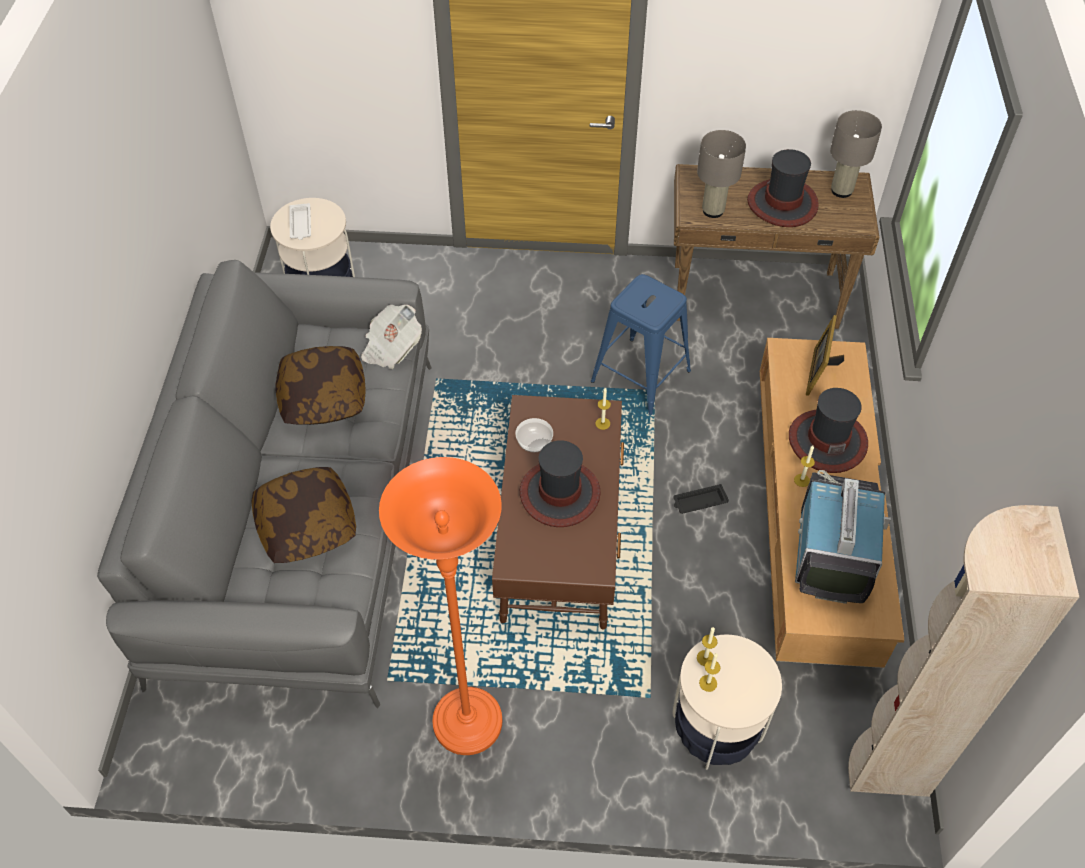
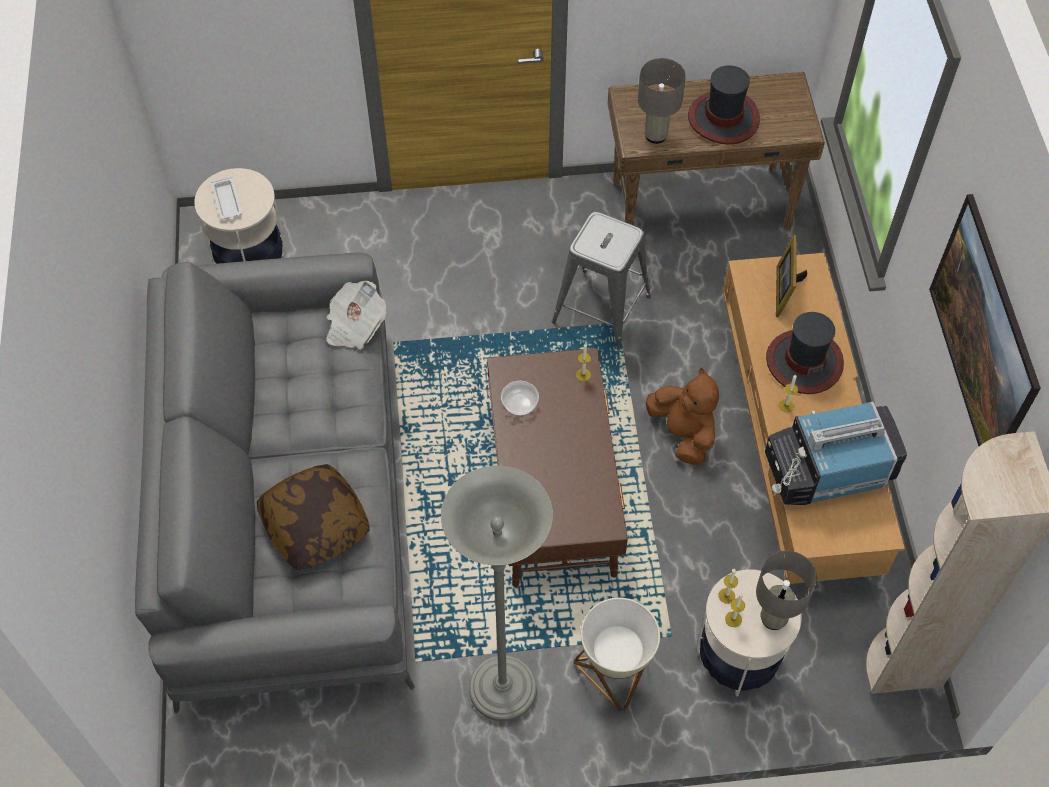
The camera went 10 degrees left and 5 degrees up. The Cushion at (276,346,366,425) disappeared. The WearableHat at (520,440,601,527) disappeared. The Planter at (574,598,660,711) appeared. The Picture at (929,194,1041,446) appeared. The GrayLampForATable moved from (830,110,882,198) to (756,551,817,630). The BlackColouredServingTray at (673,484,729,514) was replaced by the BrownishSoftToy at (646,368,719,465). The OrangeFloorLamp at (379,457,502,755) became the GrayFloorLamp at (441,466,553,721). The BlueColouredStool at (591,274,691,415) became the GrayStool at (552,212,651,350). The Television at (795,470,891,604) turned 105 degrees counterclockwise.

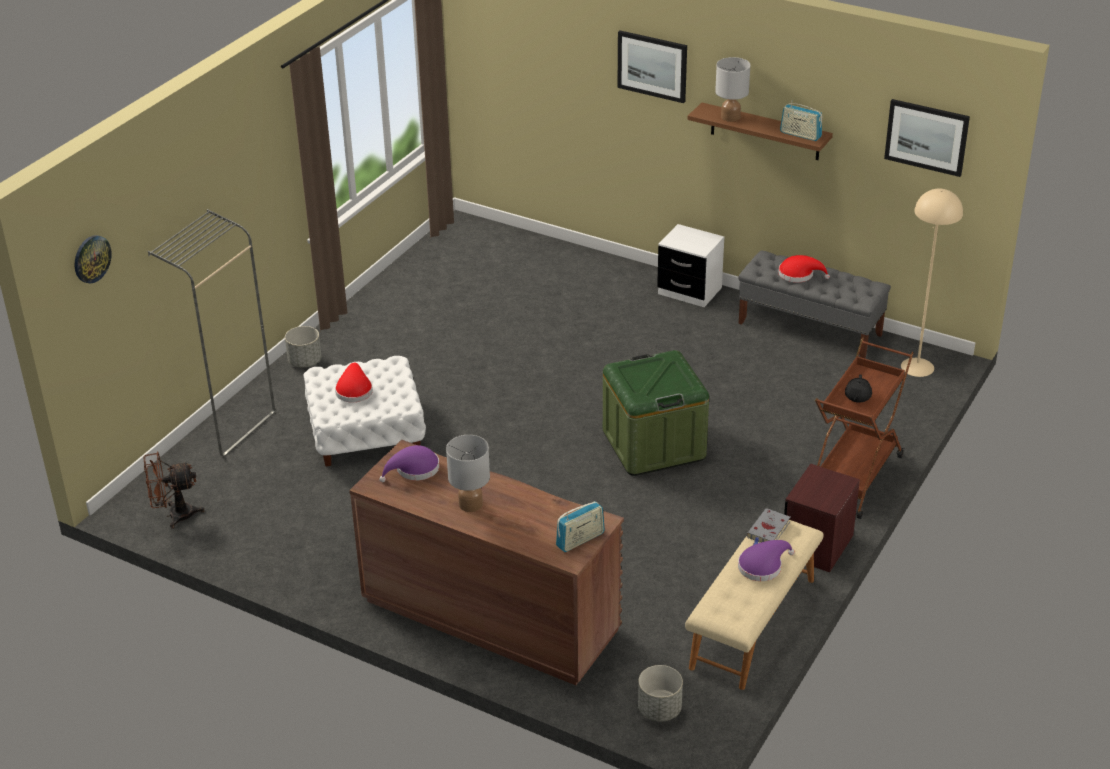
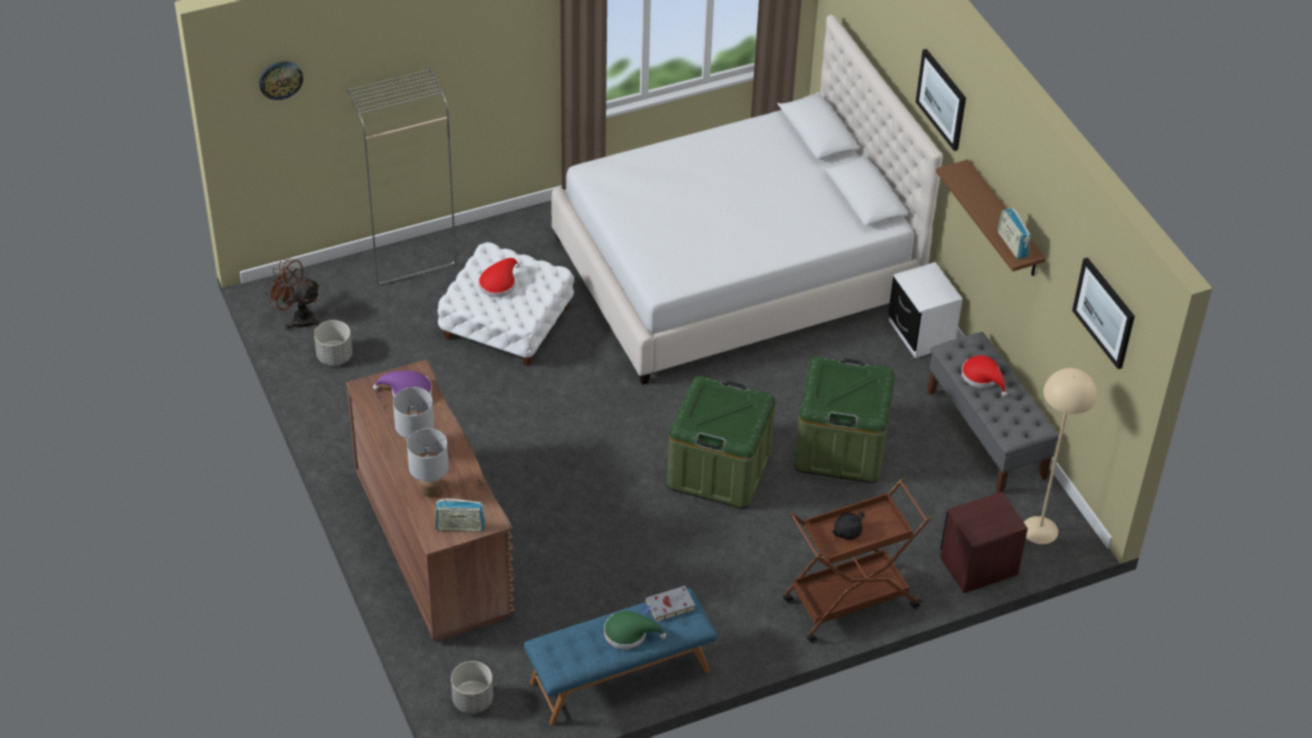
The camera went 35 degrees right and 10 degrees up. The WhitishBedroomBed at (552,15,943,385) appeared. The GreenStorageBox at (794,357,895,483) appeared. The GrayPlanter moved from (285,326,322,367) to (314,320,352,366). The GrayLampForATable moved from (715,57,750,122) to (407,428,449,497). The BrownishBedsideTable moved from (784,464,860,572) to (940,492,1028,593). The SandColouredIndoorBench at (685,520,824,690) became the BlueColouredIndoorBench at (524,588,717,726). The PurpleWearableHat at (738,540,795,581) became the GreenWearableHat at (604,611,666,649).

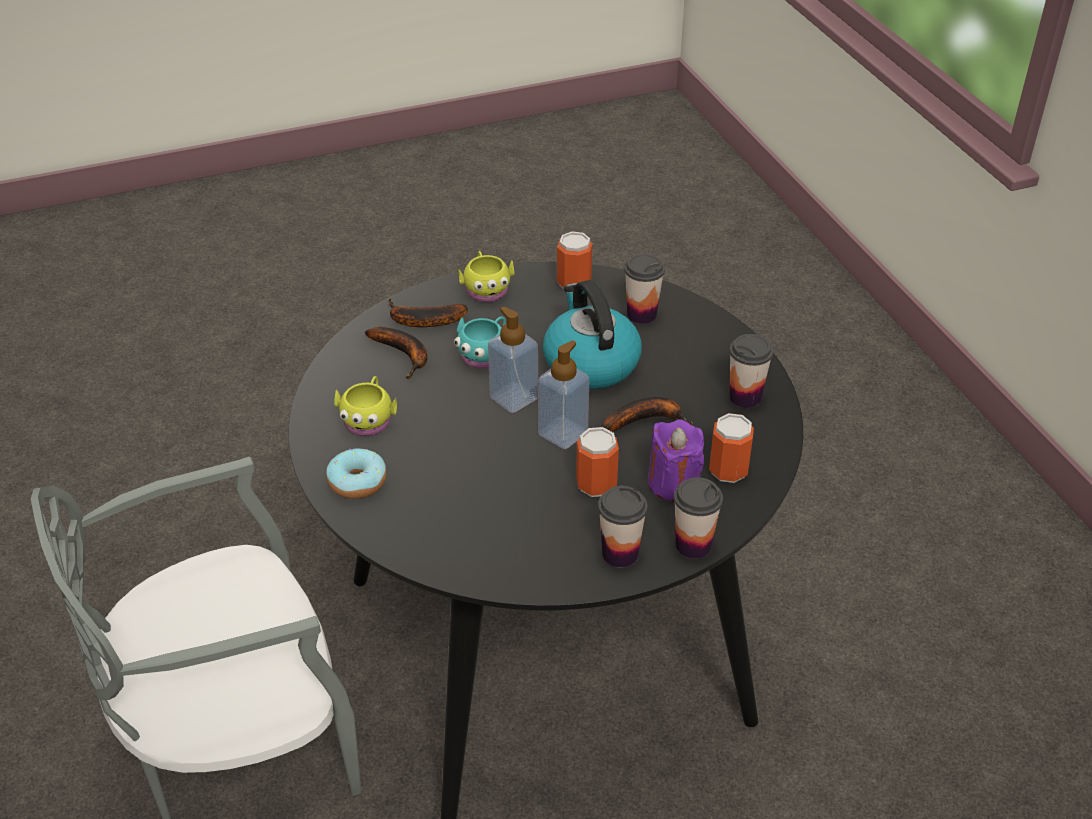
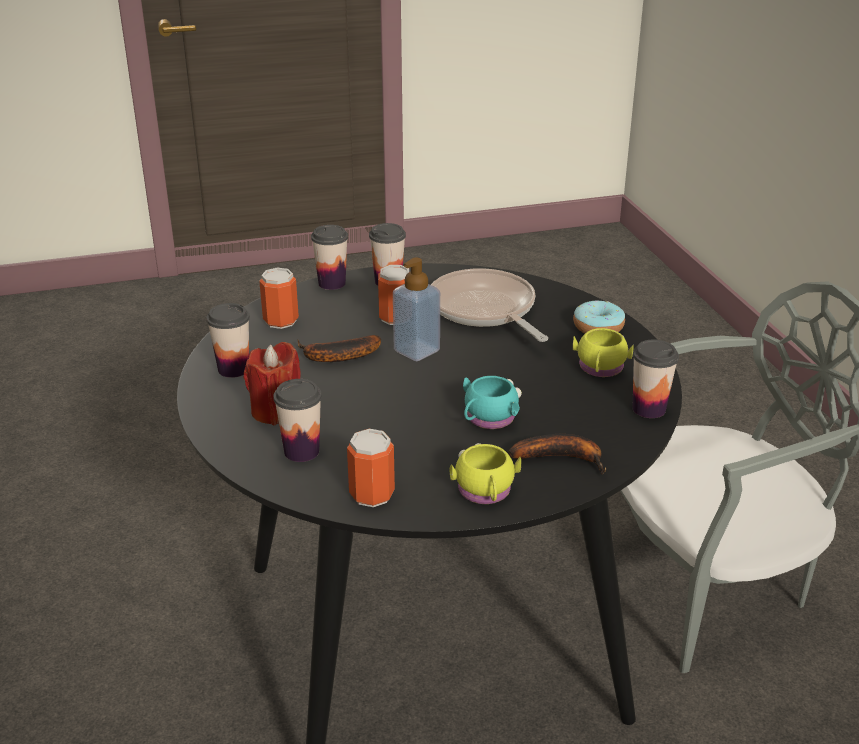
The camera went 175 degrees left and 10 degrees down. The Banana at (365,327,428,379) disappeared. The SoapBottle at (488,307,538,413) disappeared. The Kettle at (543,280,642,389) disappeared. The PurpleCandle at (648,420,704,501) disappeared. The ReddishCandle at (244,342,301,425) appeared. The Pan at (431,268,548,342) appeared. The DrinkingCup at (632,340,679,418) appeared.

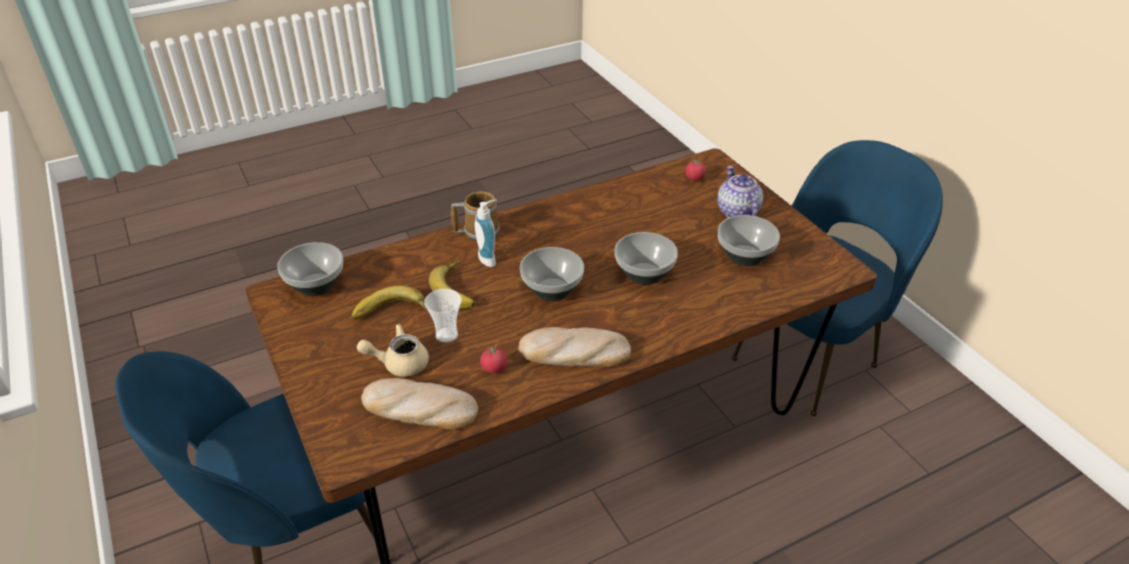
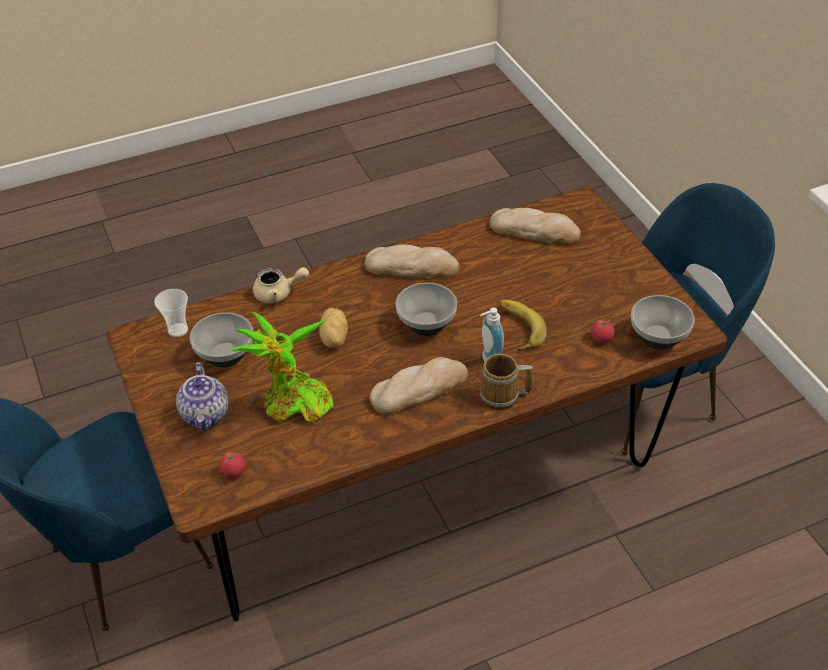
The camera went 175 degrees left and 5 degrees up. The Banana at (352,286,427,320) disappeared. The PlantInAPot at (230,312,333,422) appeared. The Bread at (369,357,468,414) appeared. The SandColouredTeapot moved from (357,324,429,377) to (253,267,309,303). The DrinkingCup moved from (424,289,462,343) to (154,289,188,337). The WholeTomato moved from (480,344,507,373) to (591,319,615,343). The Bowl at (615,232,678,285) was replaced by the Spud at (319,308,348,348).

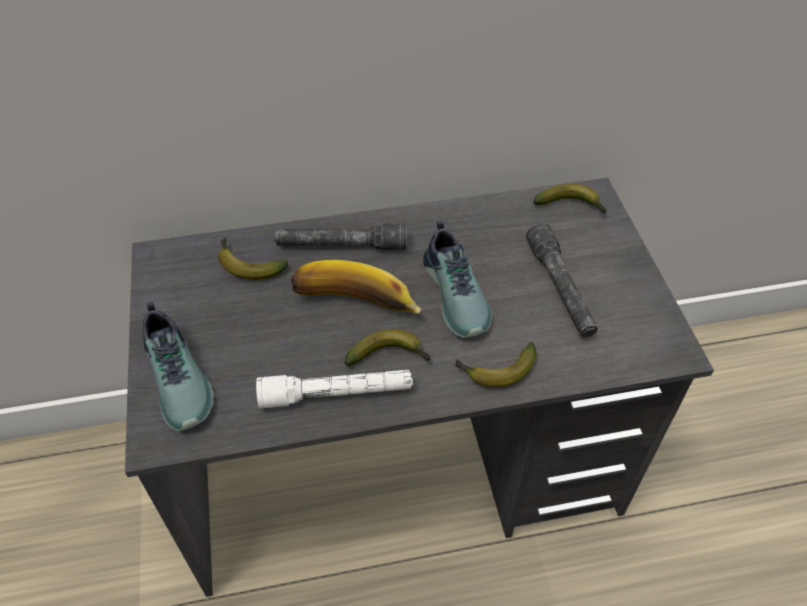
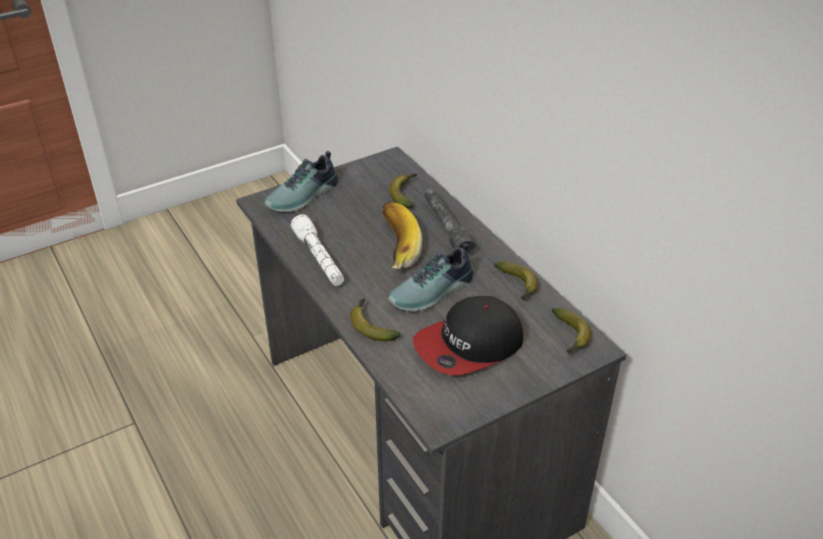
The camera went 70 degrees right and 10 degrees down. The Banana moved from (345,329,431,367) to (494,261,538,301). The GrayTorch at (526,223,598,338) was replaced by the Cap at (413,296,523,375).

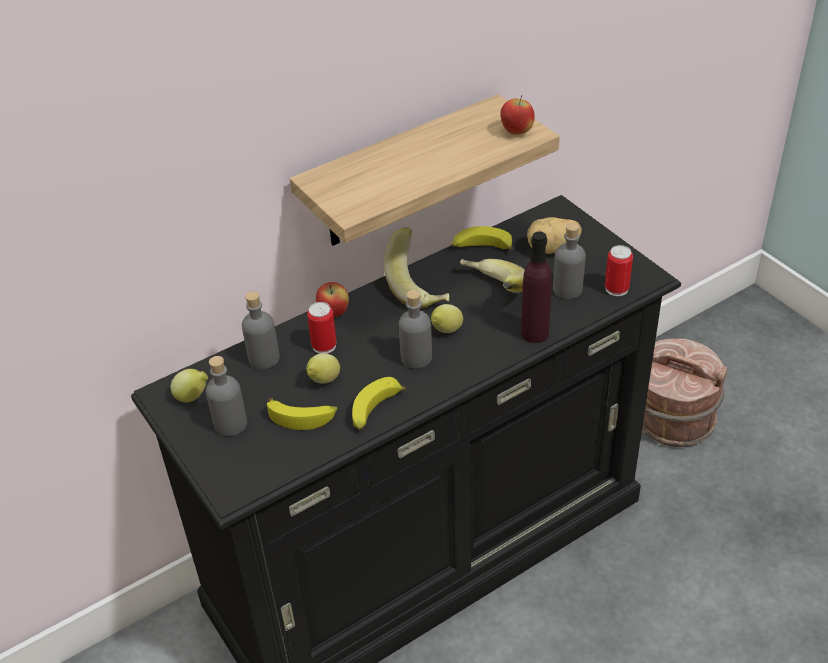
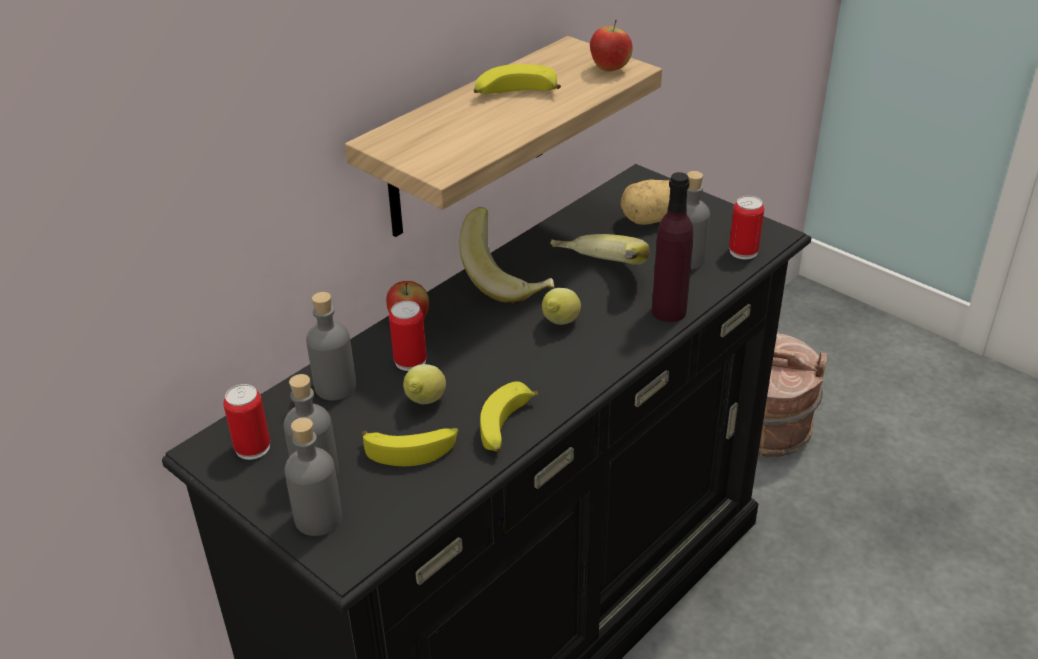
The camera went 15 degrees left and 5 degrees down. The GrayBeverageBottle moved from (399,290,432,369) to (285,417,342,536). The Banana moved from (451,226,513,250) to (474,64,561,94). The CitrusFruit at (171,369,208,402) was replaced by the SealedCan at (223,384,270,460).

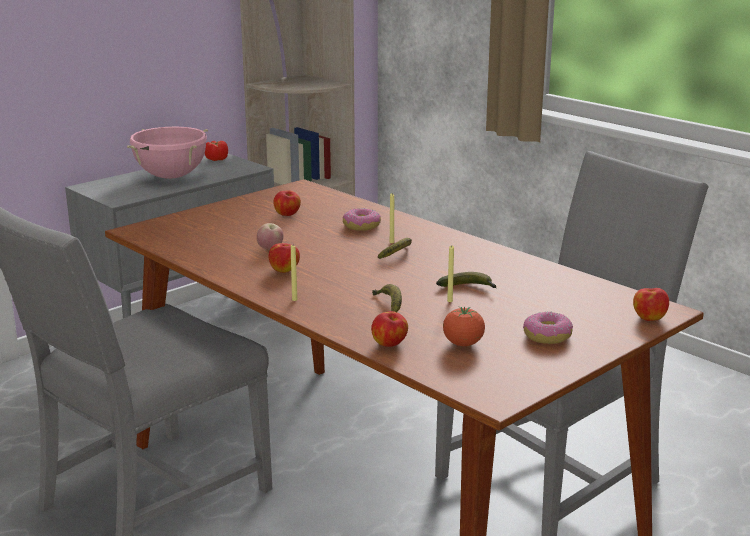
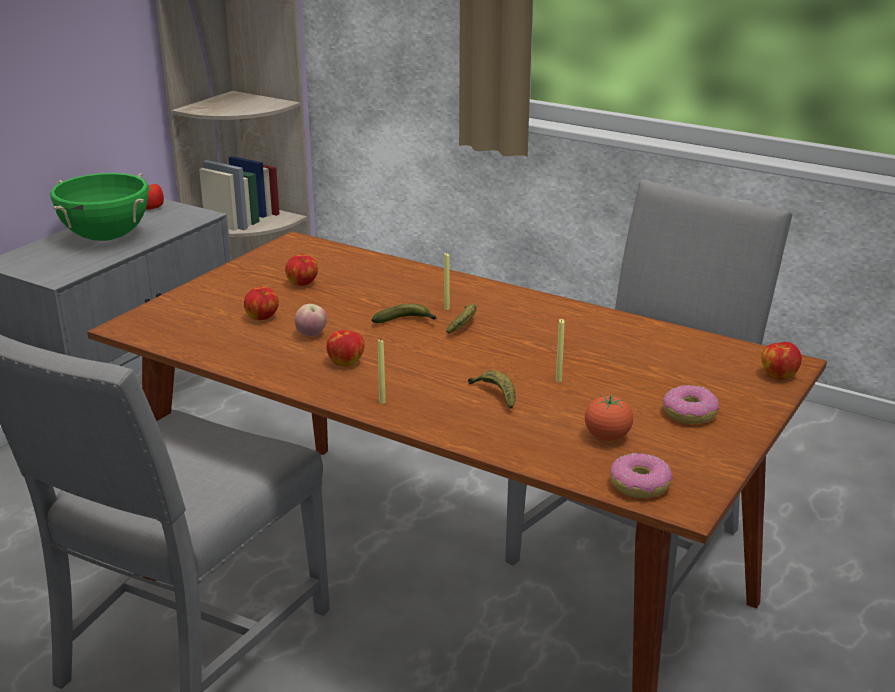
The camera went 15 degrees left and 5 degrees up. The RingDoughnut moved from (342,208,381,231) to (610,453,673,498). The Apple moved from (371,311,408,347) to (244,286,279,320). The Banana moved from (436,272,496,288) to (372,303,437,323). The PinkSaucepot at (127,127,208,179) became the GreenSaucepot at (50,173,149,241).

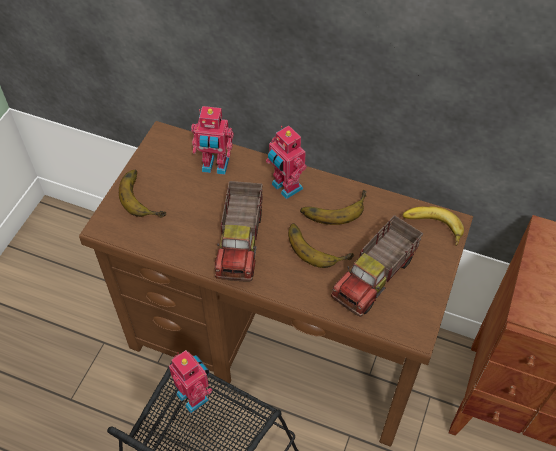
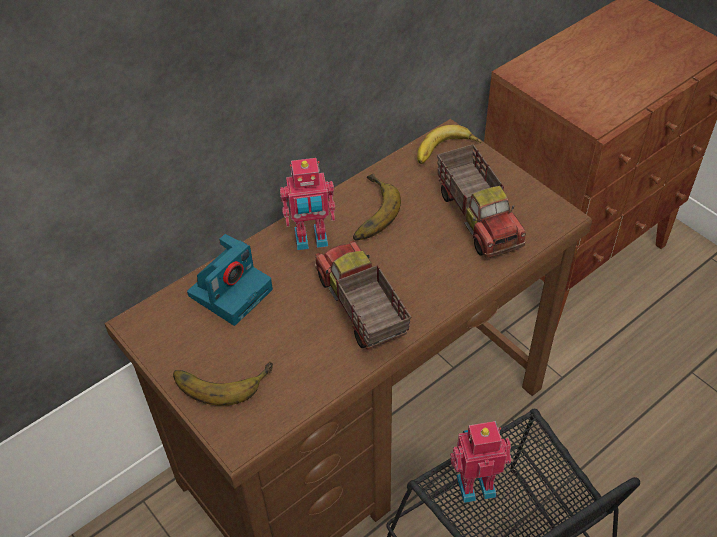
The camera went 60 degrees left and 5 degrees down. The Banana at (288,223,354,268) disappeared. The RobotFigure at (191,106,234,175) was replaced by the StillCamera at (187,234,273,326). The ToyLorry at (215,181,262,281) turned 150 degrees counterclockwise.

